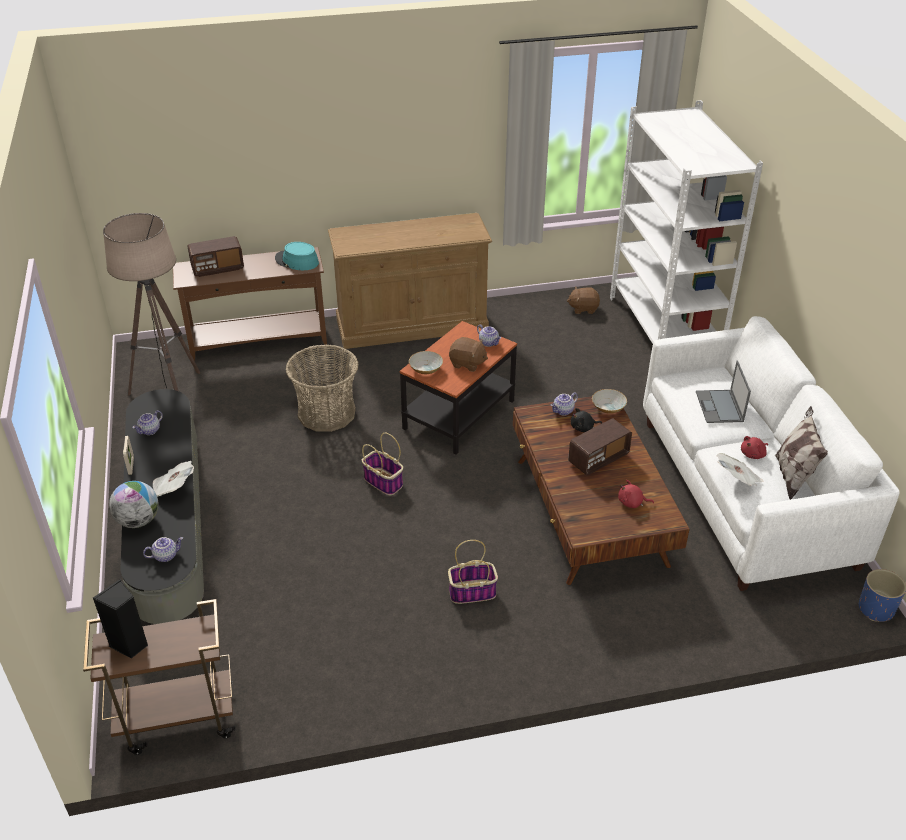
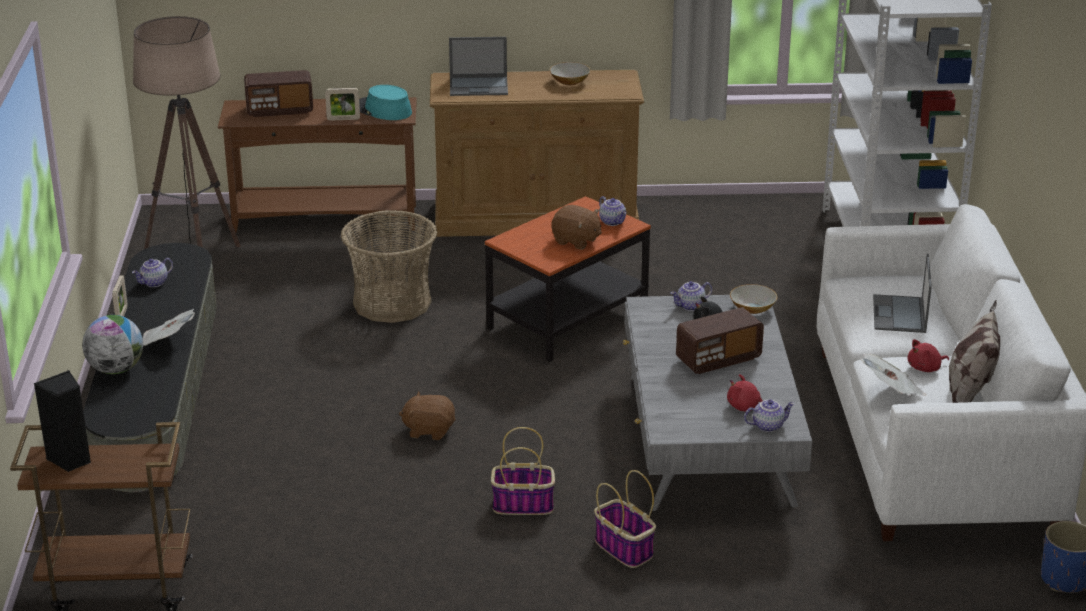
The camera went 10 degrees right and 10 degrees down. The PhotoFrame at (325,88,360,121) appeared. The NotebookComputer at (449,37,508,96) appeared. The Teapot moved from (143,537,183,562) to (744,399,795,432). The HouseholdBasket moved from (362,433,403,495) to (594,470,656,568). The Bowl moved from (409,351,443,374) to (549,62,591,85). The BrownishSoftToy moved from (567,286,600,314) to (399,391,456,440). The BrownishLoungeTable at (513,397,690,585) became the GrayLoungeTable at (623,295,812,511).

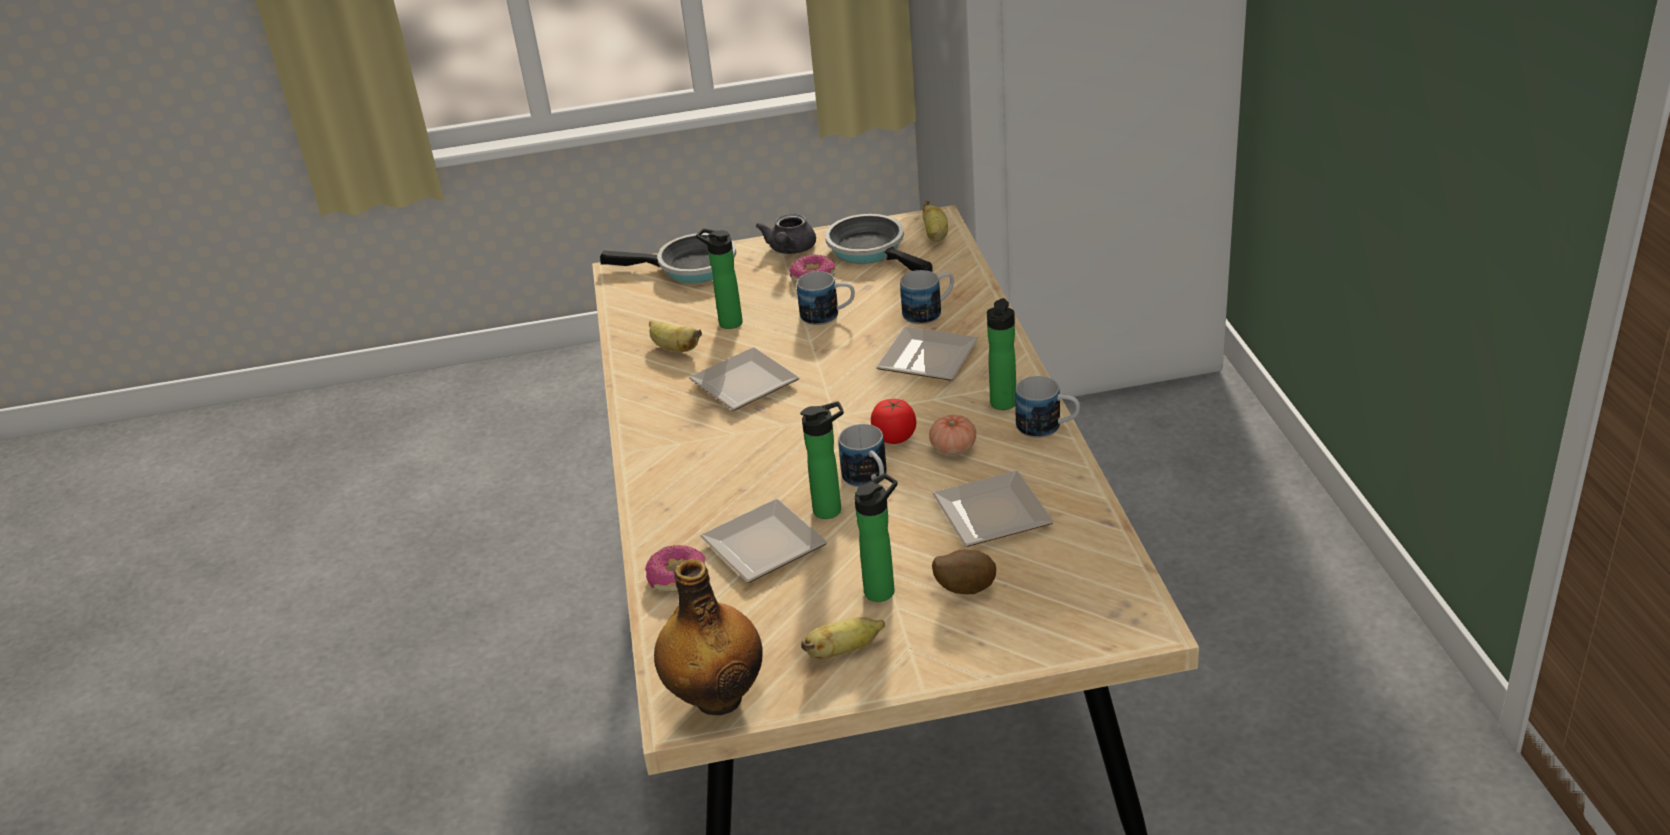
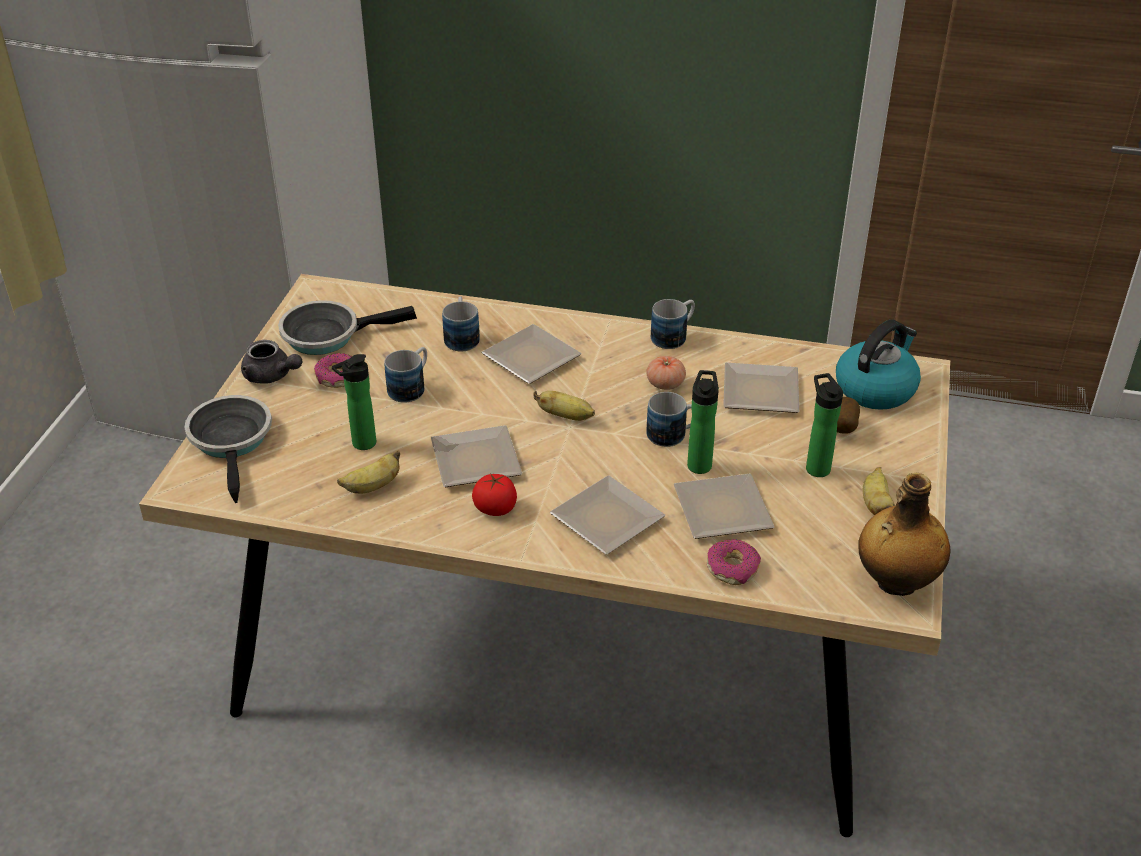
The camera went 70 degrees left and 5 degrees up. The BeverageBottle at (987,298,1016,410) disappeared. The FlatDish at (550,475,665,555) appeared. The Kettle at (836,320,921,410) appeared. The WholeTomato moved from (871,399,916,444) to (472,473,517,516). The Banana moved from (923,200,948,242) to (534,391,595,421). The Pan at (600,233,736,283) turned 45 degrees counterclockwise.

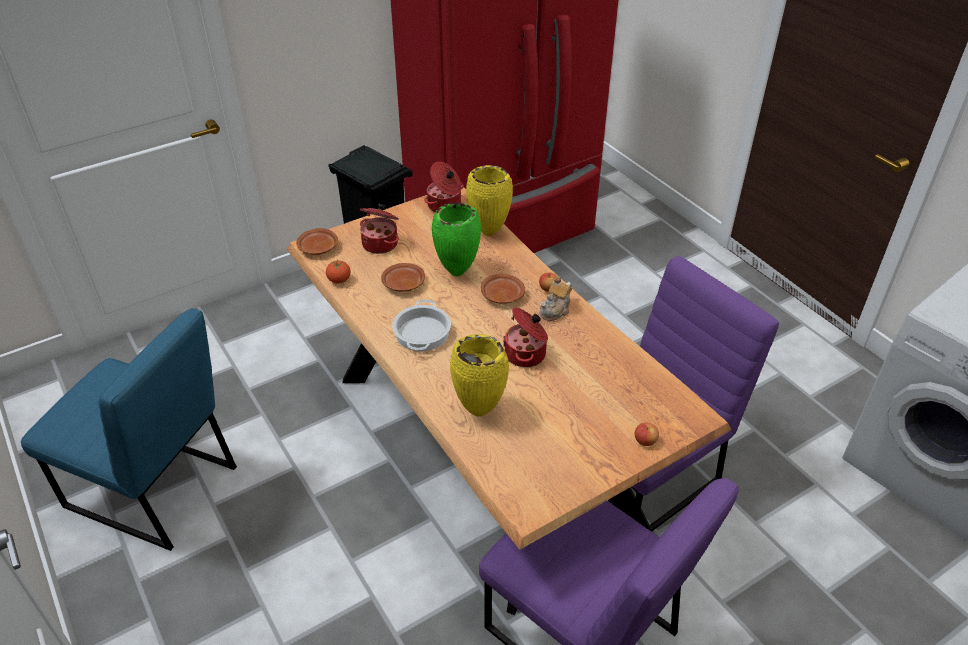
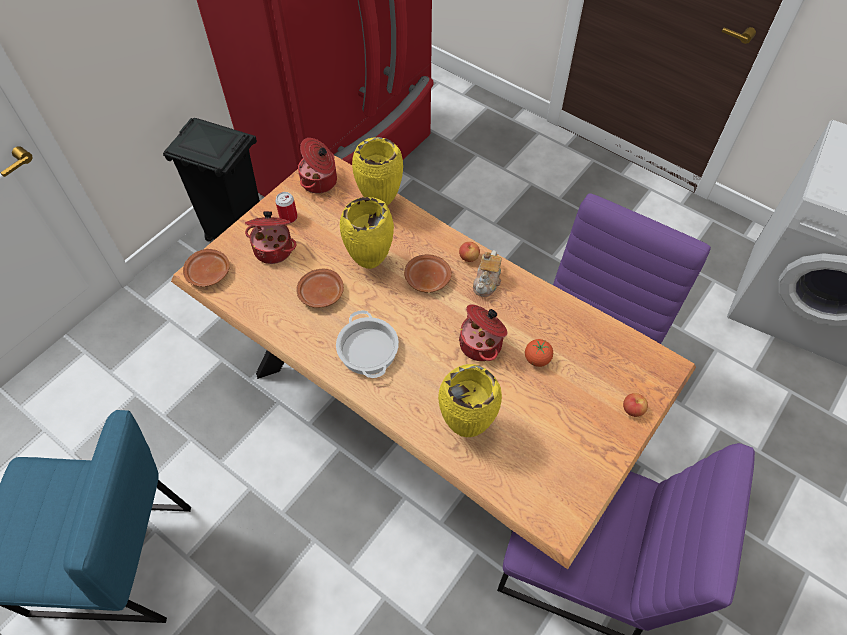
The camera went 20 degrees left and 15 degrees up. The SealedCan at (275,192,297,223) appeared. The WholeTomato moved from (326,260,351,284) to (525,339,553,367). The GreenDecorativeVase at (432,203,481,276) became the YellowishDecorativeVase at (339,197,394,269).

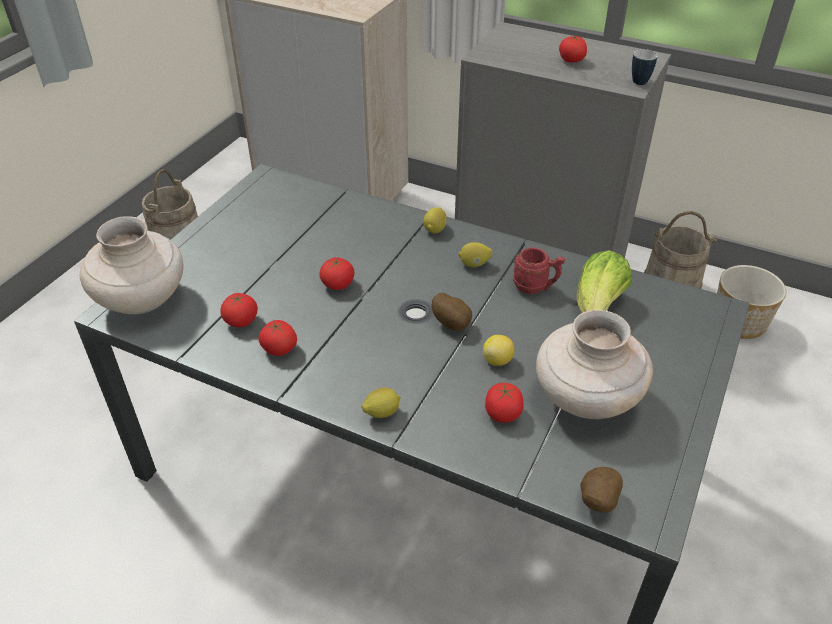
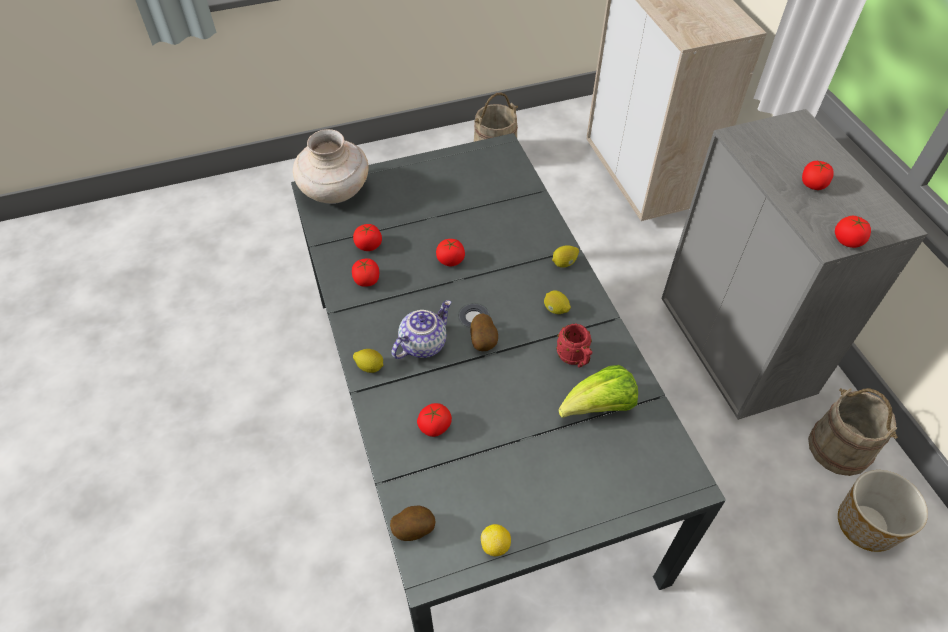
The camera went 45 degrees right and 10 degrees up. The SandColouredDecorativeVase at (536,310,653,419) disappeared. The Teapot at (391,300,452,359) appeared. The CitrusFruit moved from (483,335,514,366) to (481,524,511,556). The TeaMug at (632,49,658,85) was replaced by the WholeTomato at (835,216,871,248).

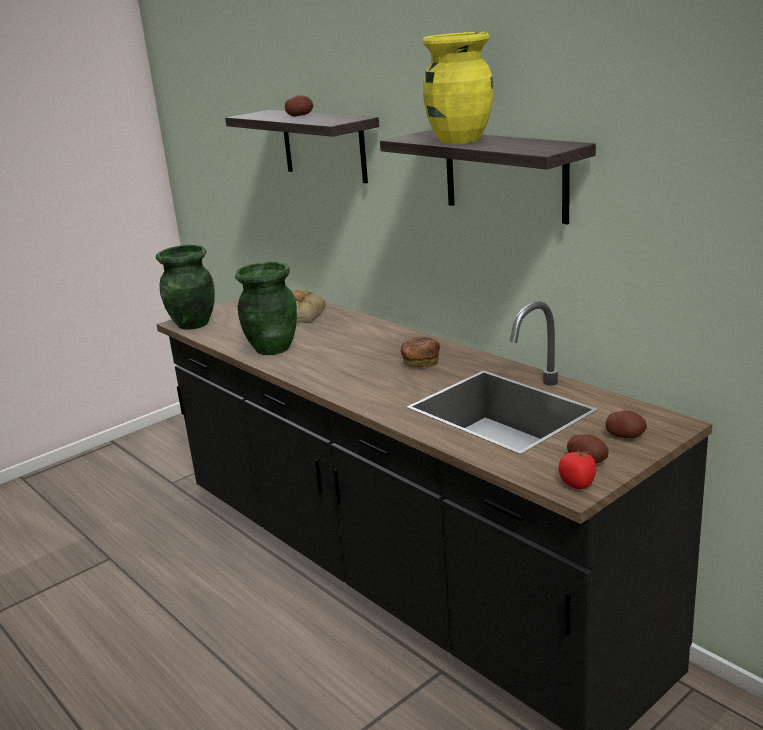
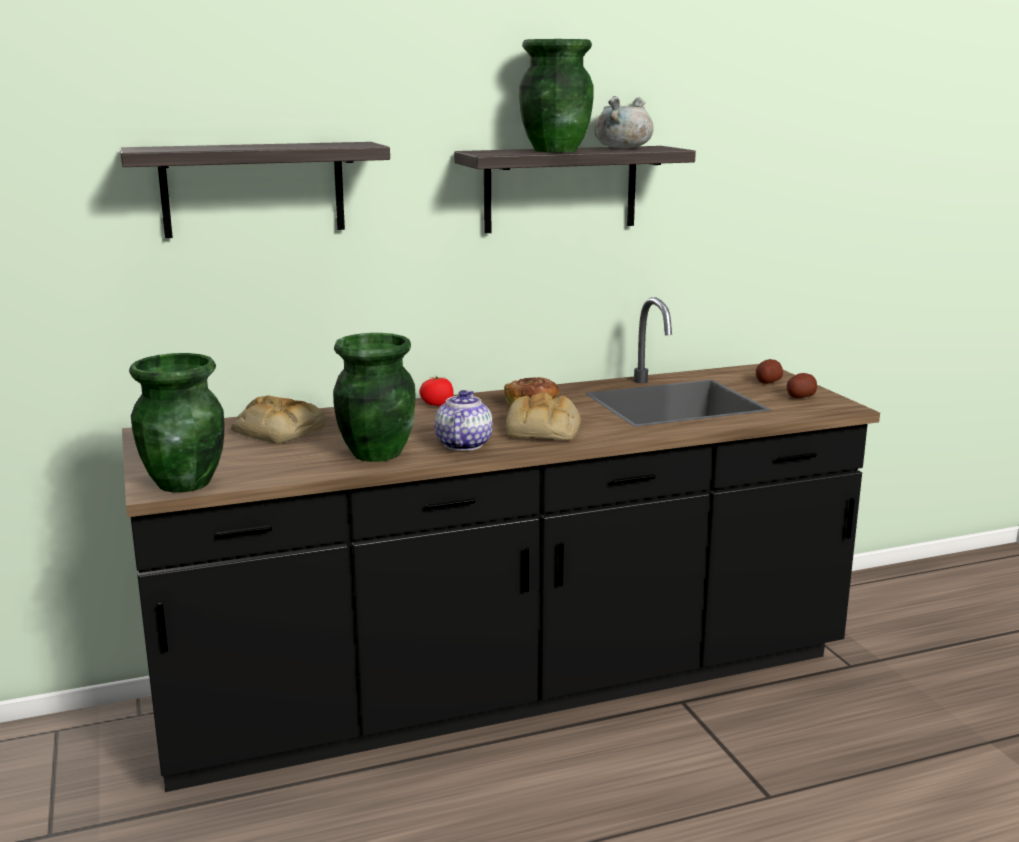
The camera went 70 degrees left and 5 degrees down. The Spud at (285,95,313,117) disappeared. The Teapot at (434,390,493,451) appeared. The Bread at (506,392,581,440) appeared. The GraySaucepot at (595,96,654,148) appeared. The WholeTomato moved from (558,450,596,489) to (419,376,453,406). The YellowishDecorativeVase at (423,32,494,144) became the GreenDecorativeVase at (519,39,594,152).

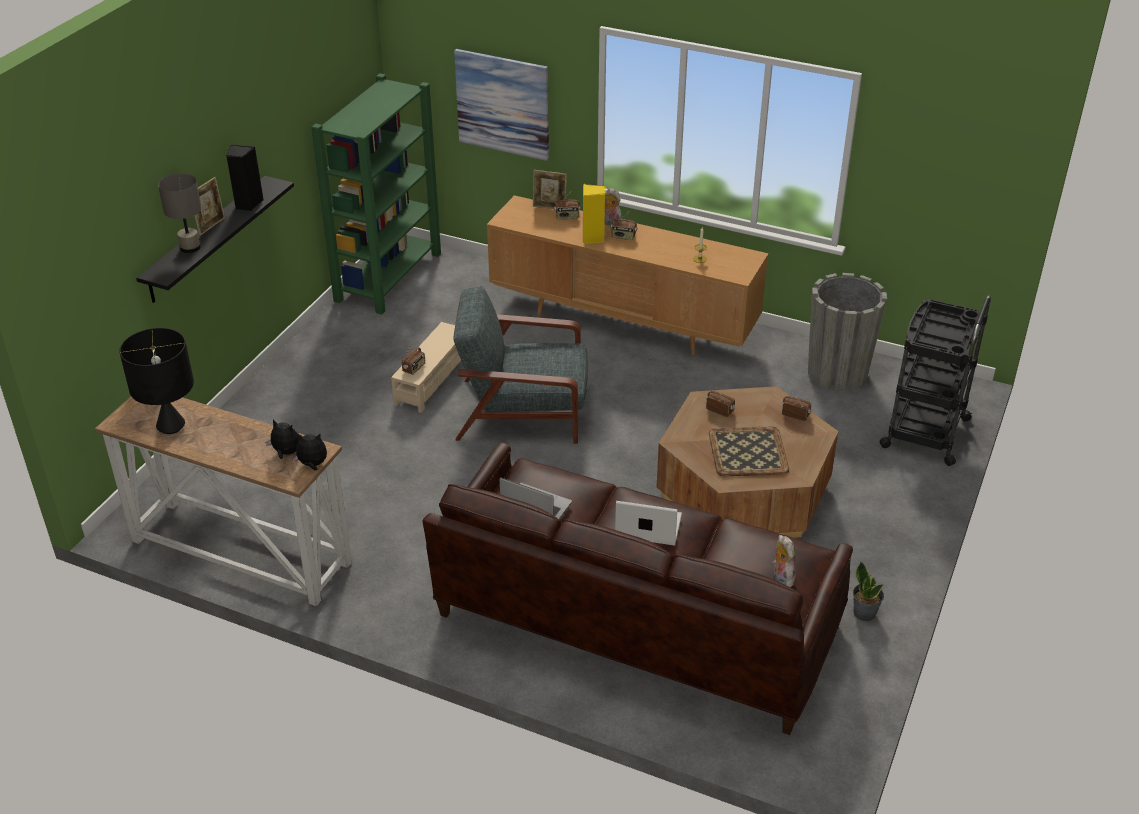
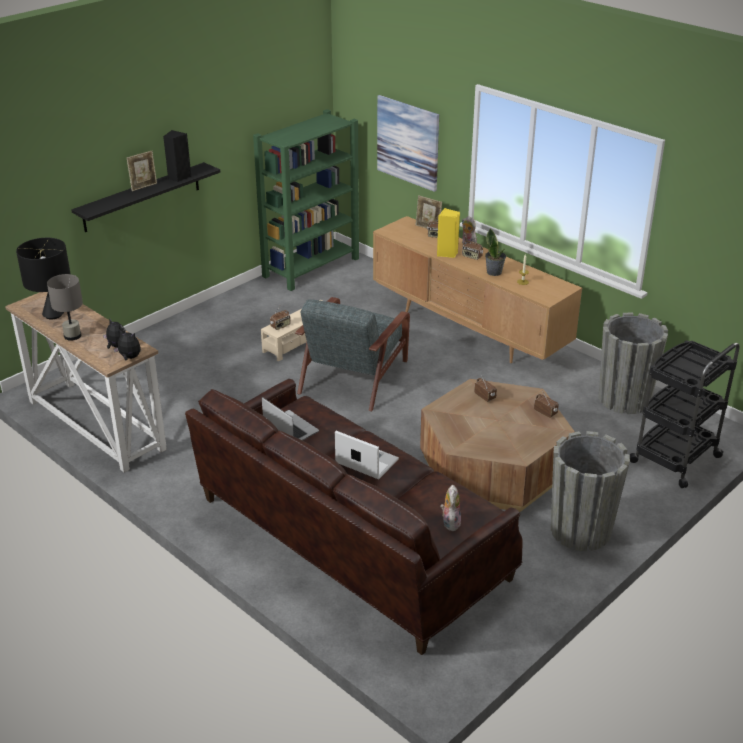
The camera went 20 degrees right and 5 degrees down. The ServingTray at (709,426,789,476) disappeared. The GrayPlanter at (551,431,630,551) appeared. The GrayLampForATable moved from (158,173,201,253) to (47,274,83,341). The PlantInAPot moved from (853,561,884,621) to (485,228,506,276). The GrayLoungeChair at (453,286,588,444) turned 90 degrees counterclockwise.

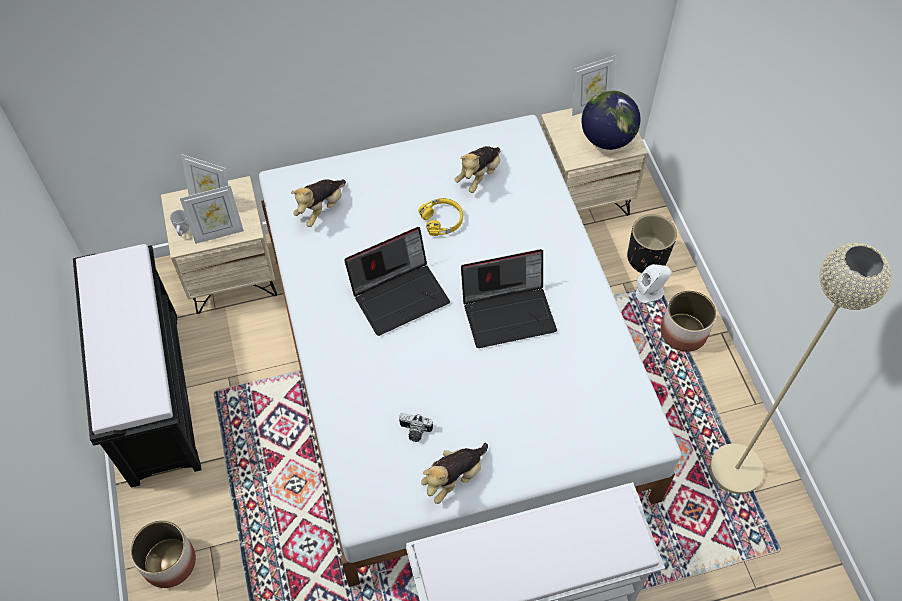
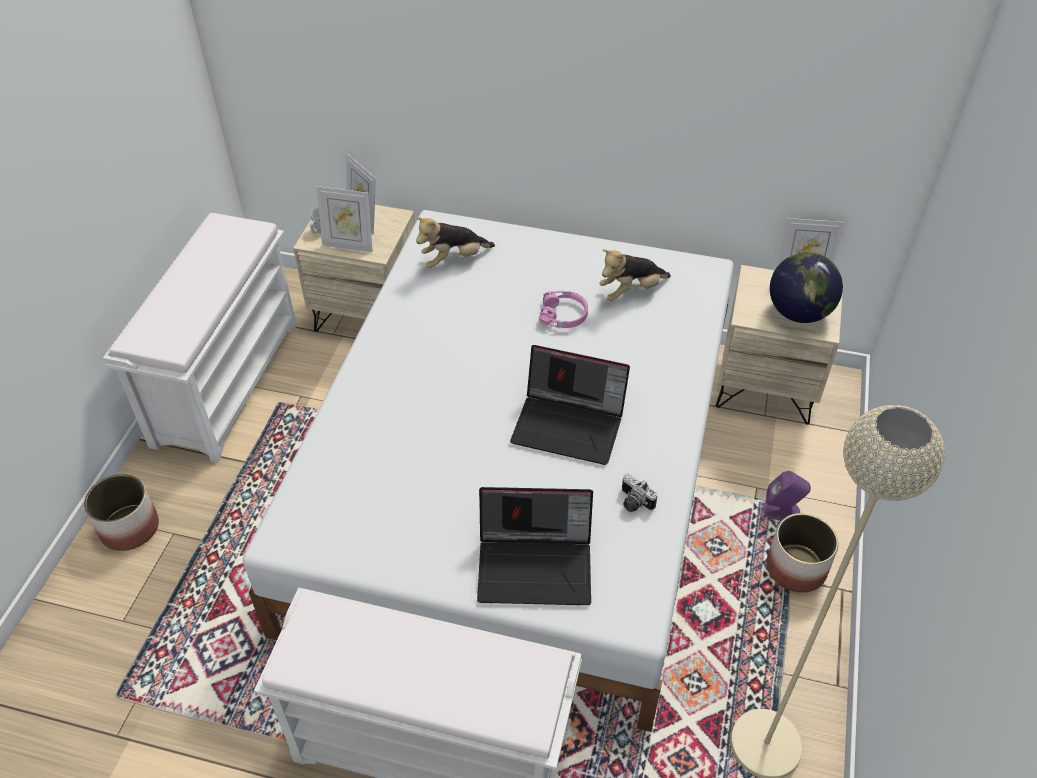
The camera went 30 degrees right and 10 degrees down. The SoftToy at (421,443,488,504) disappeared. The BlackColouredPlanter at (627,214,677,273) disappeared. The NotebookComputer moved from (344,227,450,336) to (477,487,593,605). The StillCamera moved from (399,413,433,442) to (622,474,658,512). The BlackColouredIndoorBench at (73,244,202,488) became the WhitishIndoorBench at (103,213,297,463). The YellowishHeadphones at (419,198,463,236) became the PinkHeadphones at (539,291,588,328). The WhitishSpeaker at (635,264,671,303) became the PurpleSpeaker at (763,471,811,521).

